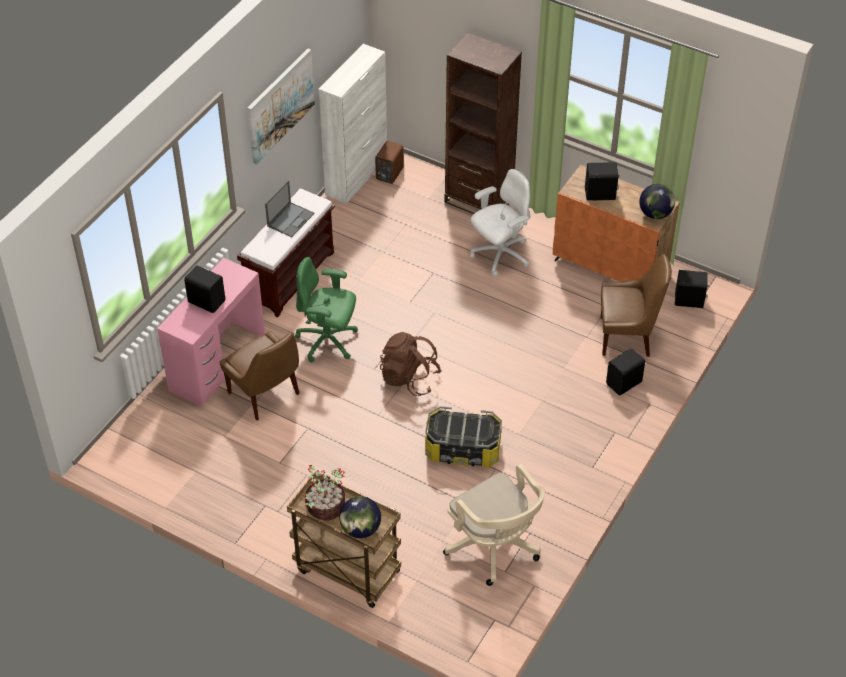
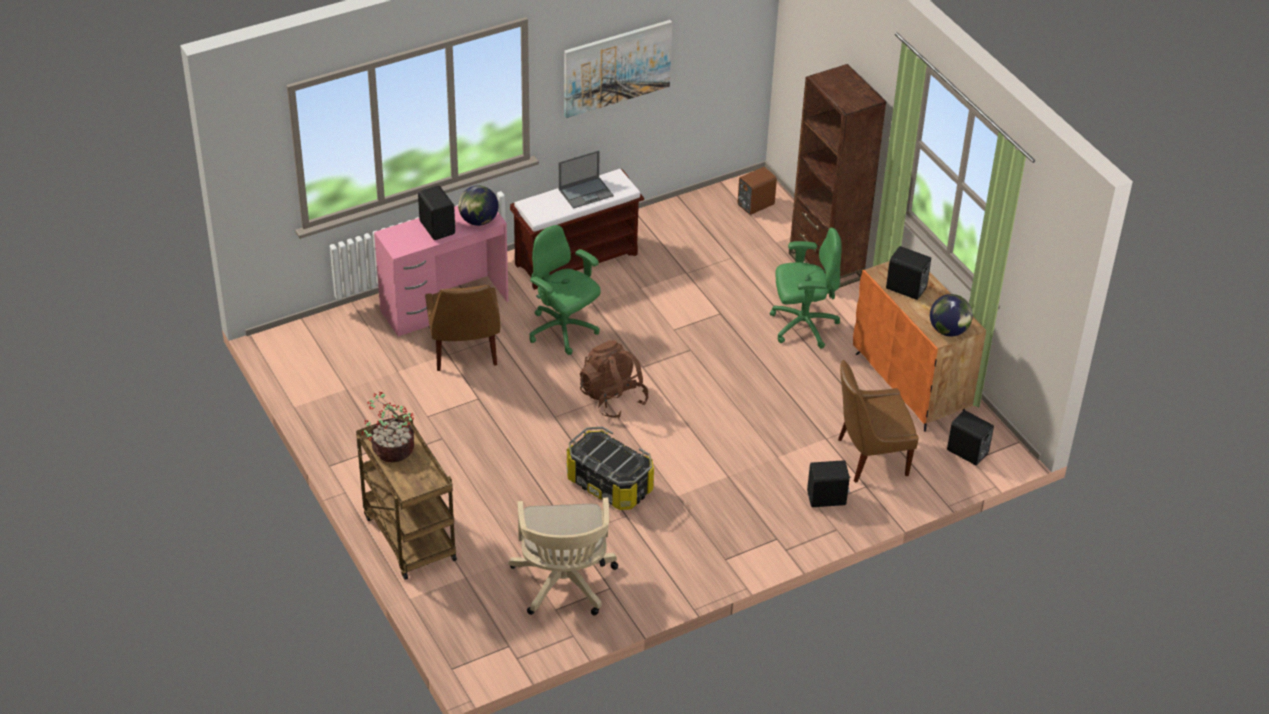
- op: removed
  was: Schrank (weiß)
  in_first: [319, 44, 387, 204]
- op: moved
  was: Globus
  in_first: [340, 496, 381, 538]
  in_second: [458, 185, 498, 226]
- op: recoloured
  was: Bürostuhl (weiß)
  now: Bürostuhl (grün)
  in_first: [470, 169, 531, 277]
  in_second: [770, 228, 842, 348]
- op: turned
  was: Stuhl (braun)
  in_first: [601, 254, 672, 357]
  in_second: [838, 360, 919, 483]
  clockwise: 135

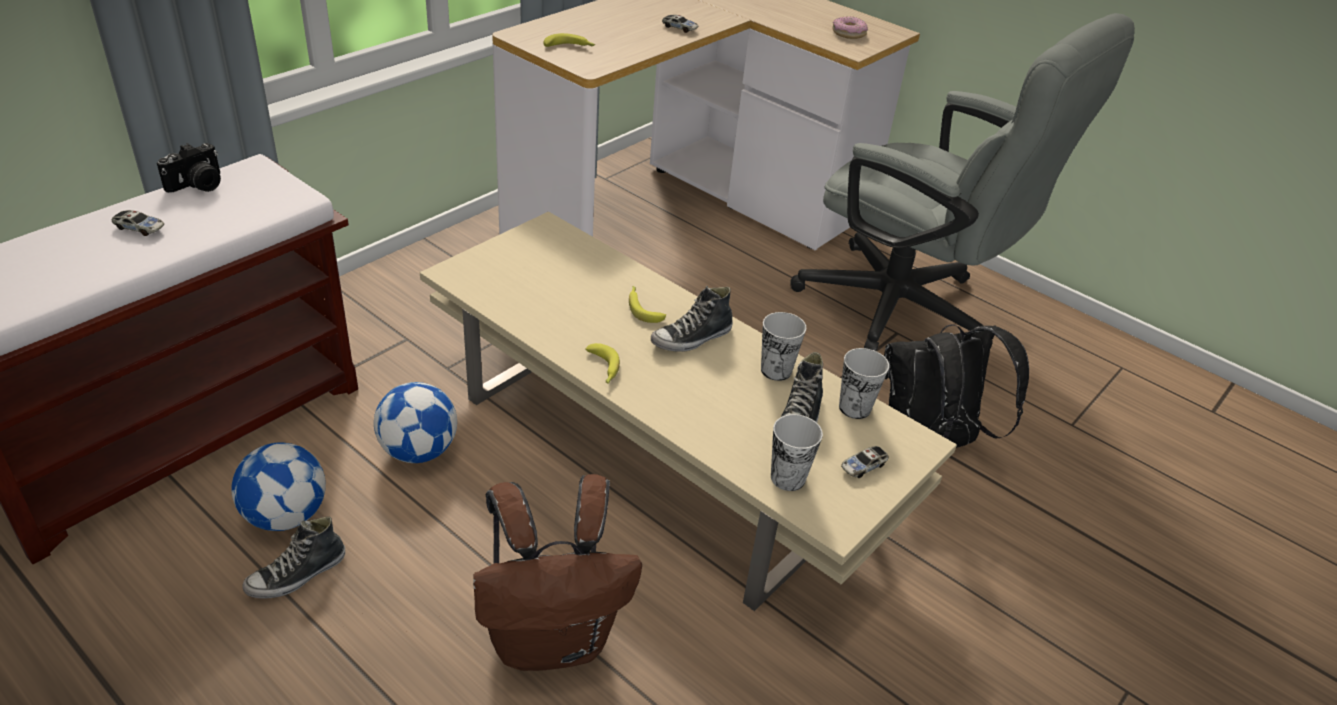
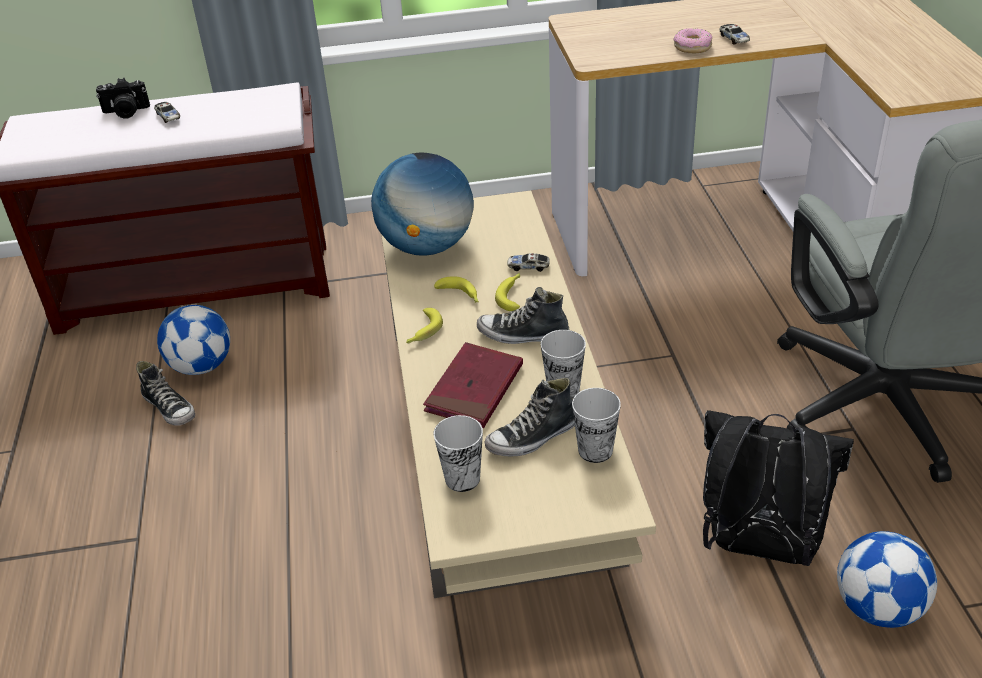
- op: moved
  was: Kamera
  in_first: [157, 143, 221, 193]
  in_second: [96, 78, 150, 118]
- op: turned
  was: Schuh
  in_first: [242, 516, 345, 599]
  in_second: [136, 361, 195, 425]
  clockwise: -135
- op: moved
  was: Fußball
  in_first: [374, 382, 457, 463]
  in_second: [837, 531, 937, 628]
- op: removed
  was: Rucksack (braun)
  in_first: [473, 474, 642, 671]
- op: moved
  was: Banane
  in_first: [543, 33, 595, 47]
  in_second: [434, 276, 479, 303]
- op: moved
  was: Donut
  in_first: [833, 17, 868, 39]
  in_second: [673, 28, 712, 53]
- op: moved
  was: Spielzeugauto
  in_first: [841, 446, 889, 478]
  in_second: [507, 253, 550, 272]
- op: added
  now: Globus
  in_second: [371, 153, 474, 256]
- op: added
  now: Buch (rot)
  in_second: [423, 342, 523, 428]

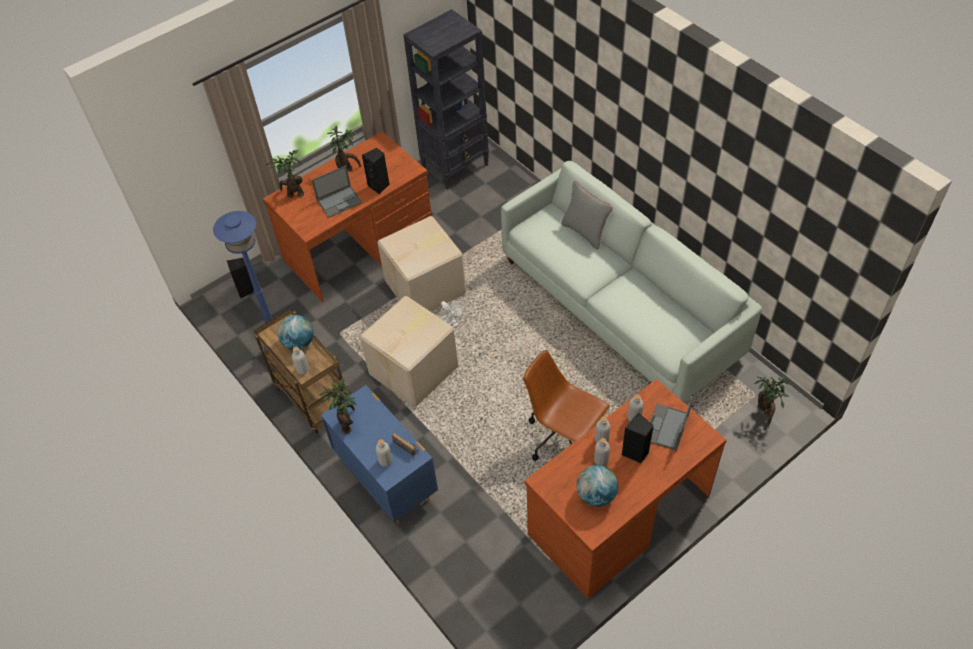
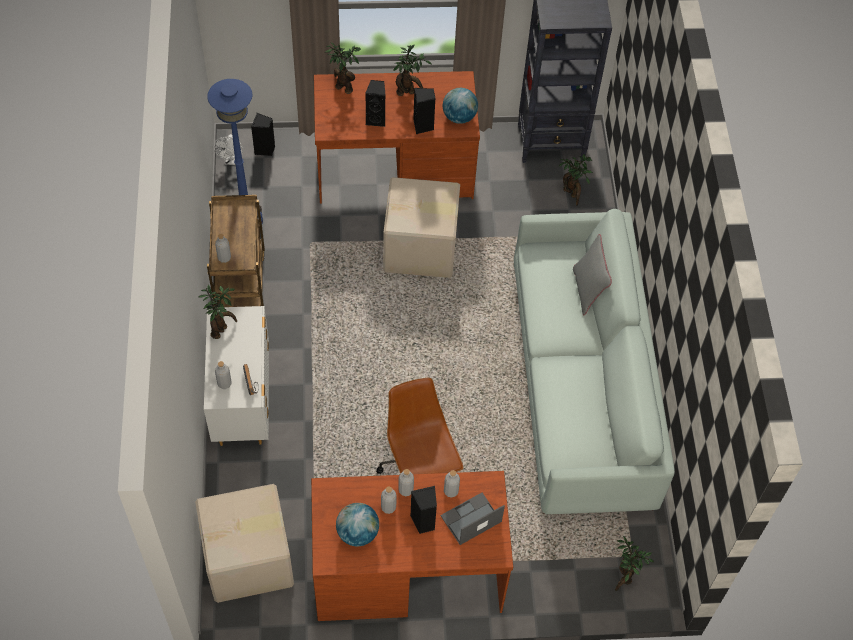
- op: moved
  was: Globus
  in_first: [277, 315, 314, 350]
  in_second: [443, 88, 478, 124]
- op: replaced
  was: Laptop
  now: Lautsprecher (schwarz)
  in_first: [312, 165, 362, 218]
  in_second: [365, 80, 386, 127]
- op: recoloured
  was: Kommode (blau)
  now: Kommode (weiß)
  in_first: [321, 385, 438, 523]
  in_second: [204, 306, 269, 446]
- op: moved
  was: Karton
  in_first: [360, 296, 458, 407]
  in_second: [195, 484, 294, 603]
- op: moved
  was: Ventilator (weiß)
  in_first: [439, 300, 464, 327]
  in_second: [213, 134, 244, 165]
- op: added
  now: Topfpflanze
  in_second: [558, 154, 593, 206]

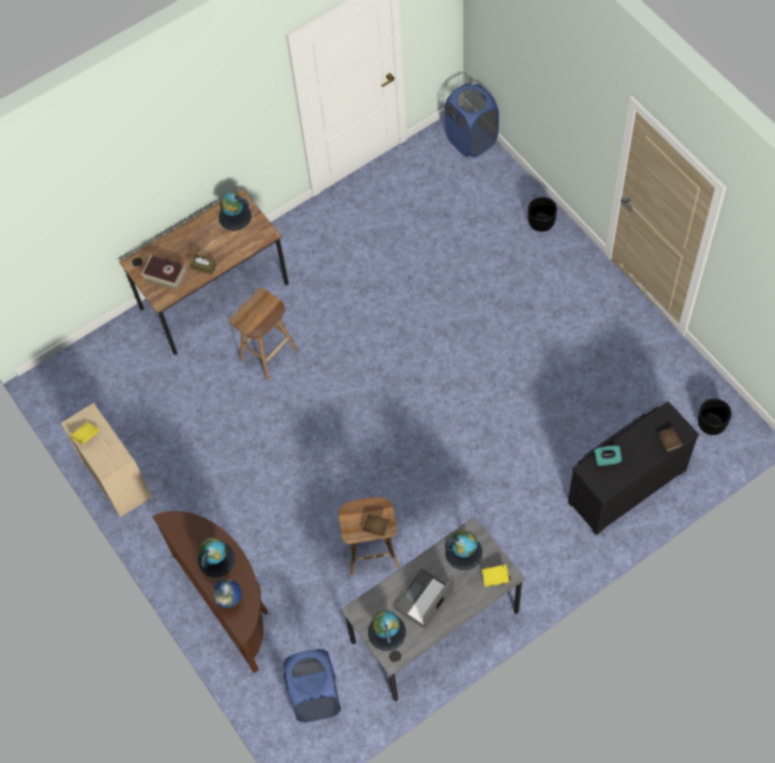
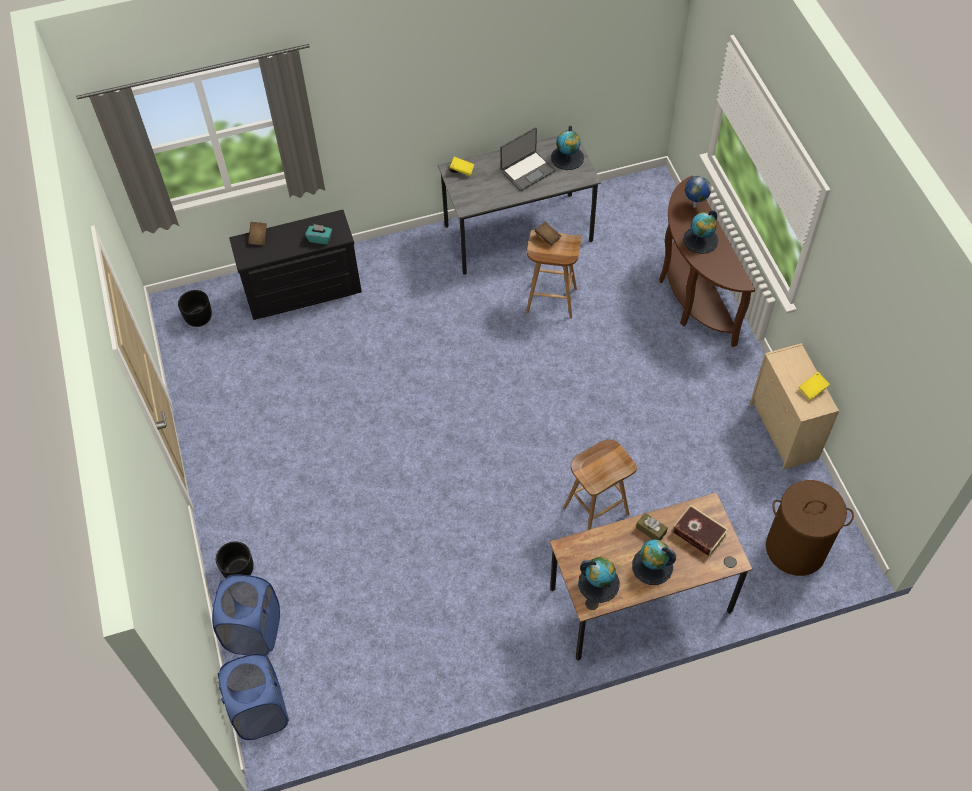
- op: moved
  was: Wäschekorb (blau)
  in_first: [283, 649, 341, 723]
  in_second: [212, 574, 280, 656]
- op: moved
  was: Globus
  in_first: [445, 530, 483, 570]
  in_second: [632, 539, 676, 585]
- op: added
  now: Wäschekorb (braun)
  in_second: [766, 480, 854, 576]

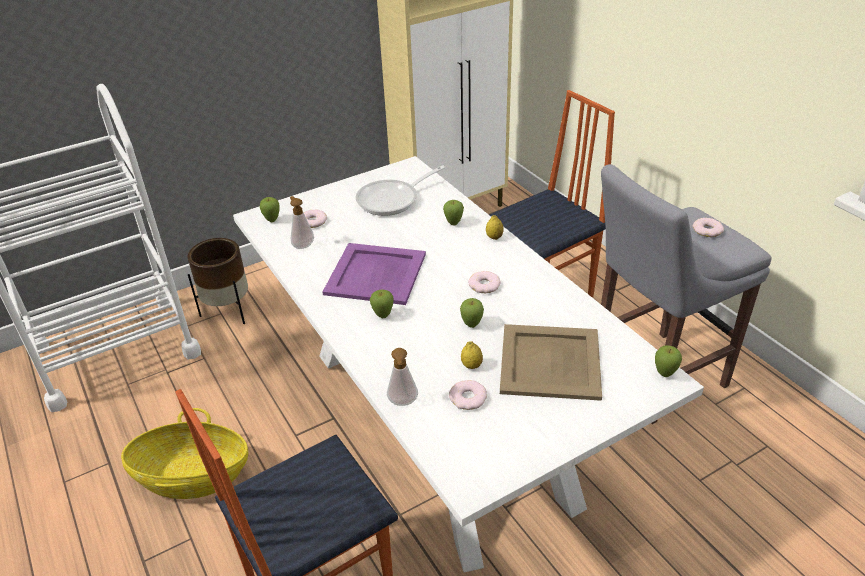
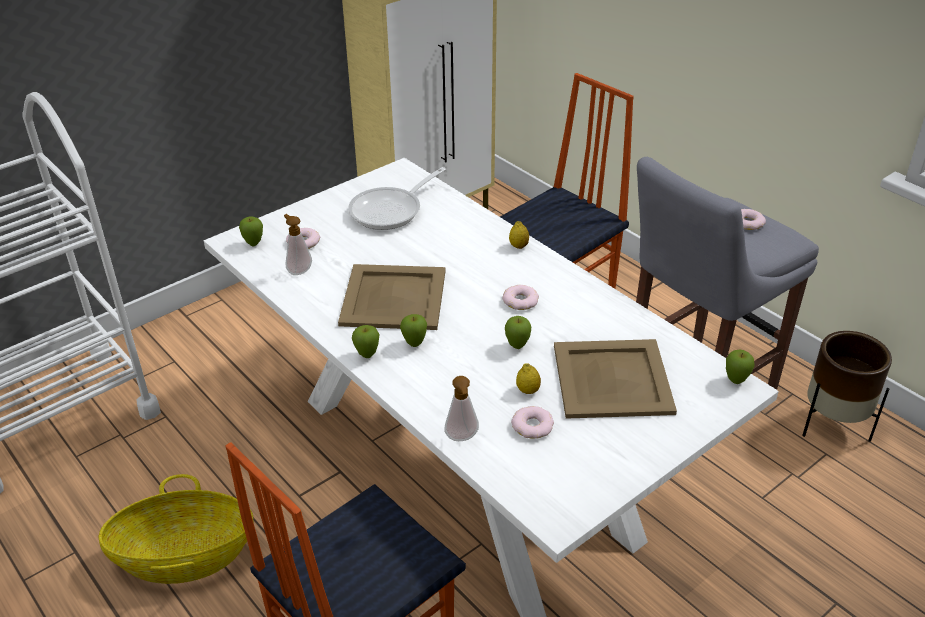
- op: moved
  was: Pflanzkübel (braun)
  in_first: [188, 238, 248, 324]
  in_second: [802, 331, 892, 442]
- op: recoloured
  was: Tablett (lila)
  now: Tablett (beige)
  in_first: [323, 243, 426, 305]
  in_second: [338, 264, 446, 330]
- op: moved
  was: Apfel
  in_first: [443, 200, 464, 225]
  in_second: [352, 325, 380, 358]

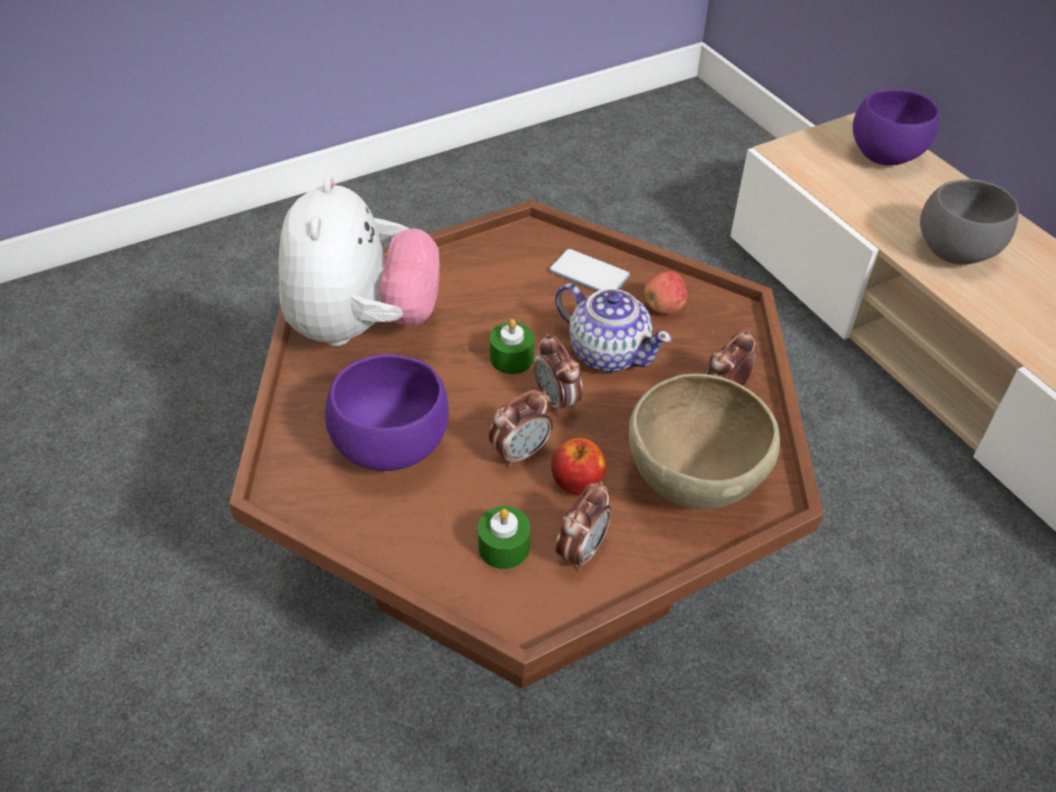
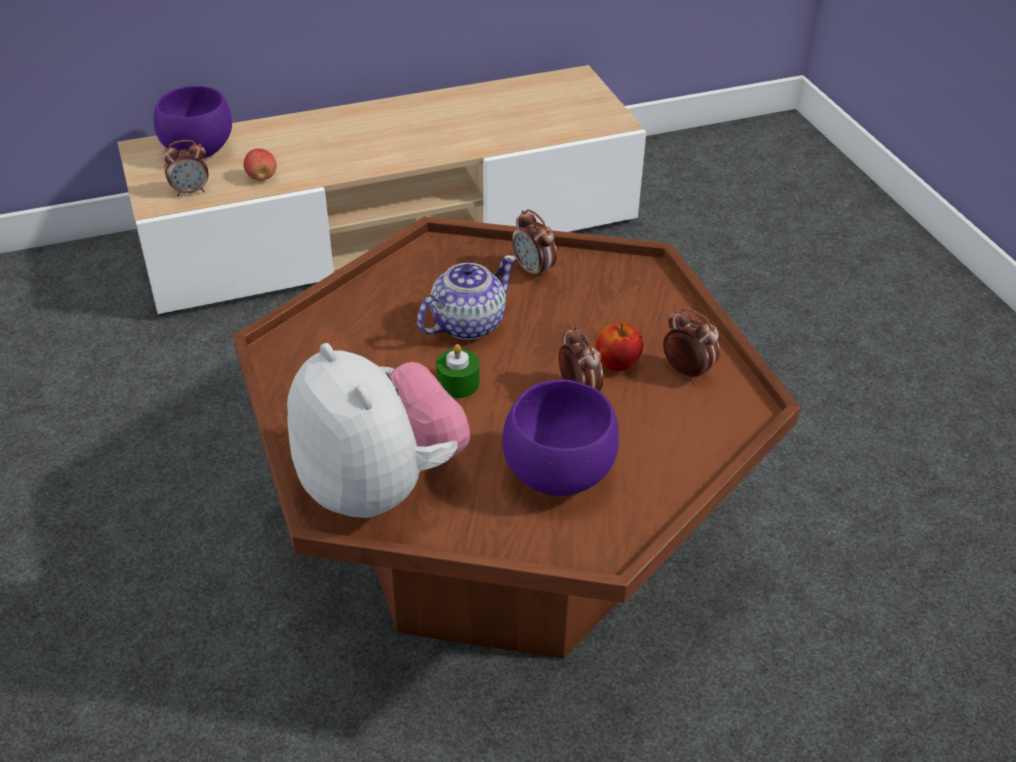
- op: turned
  was: Plüschtier
  in_first: [278, 175, 440, 346]
  in_second: [287, 343, 470, 518]
  clockwise: 45
- op: removed
  was: Kerze (grün)
  in_first: [478, 506, 531, 569]
- op: moved
  was: Wecker
  in_first: [533, 334, 583, 416]
  in_second: [163, 140, 208, 196]
- op: removed
  was: Handy
  in_first: [549, 249, 630, 291]
- op: removed
  was: Schüssel (braun)
  in_first: [629, 374, 780, 509]
- op: moved
  was: Apfel
  in_first: [644, 271, 687, 314]
  in_second: [243, 149, 276, 181]
- op: removed
  was: Schüssel (grau)
  in_first: [920, 179, 1019, 265]

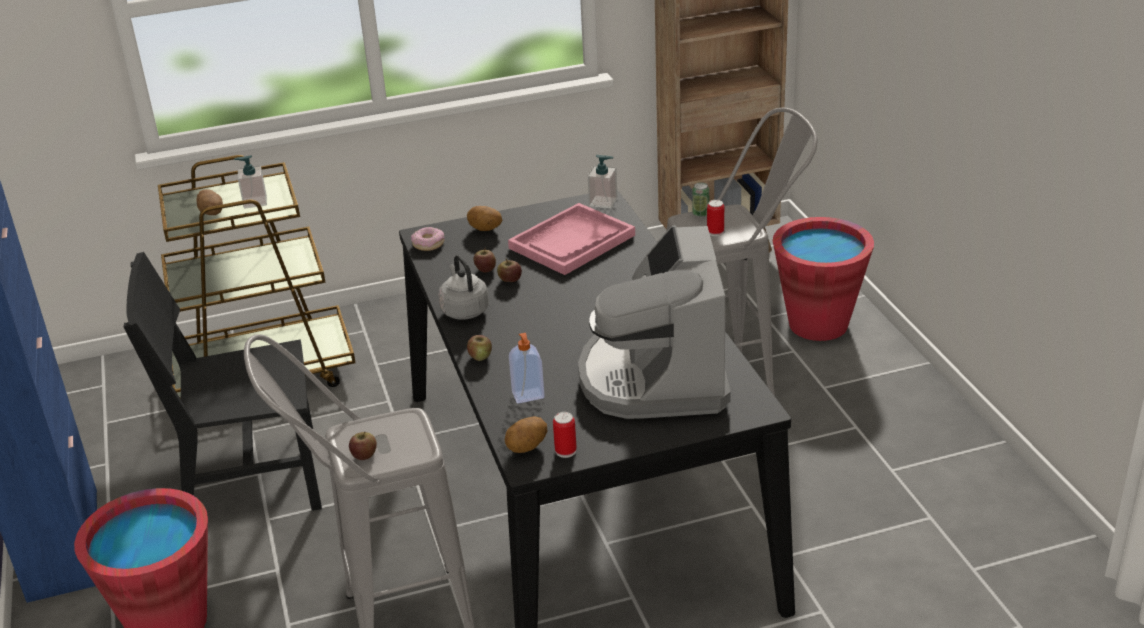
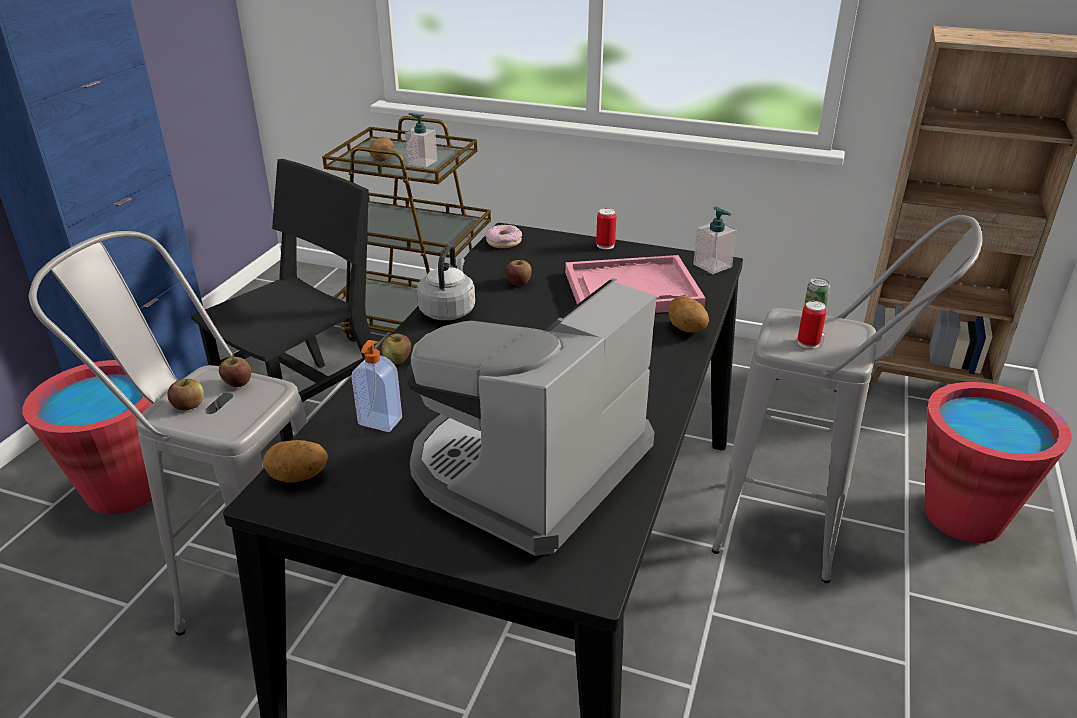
- op: turned
  was: Stuhl (schwarz)
  in_first: [124, 252, 322, 511]
  in_second: [191, 159, 375, 442]
  clockwise: 105
- op: moved
  was: Kartoffel
  in_first: [467, 206, 502, 231]
  in_second: [668, 296, 709, 332]
- op: moved
  was: Apfel
  in_first: [497, 258, 522, 282]
  in_second: [219, 354, 251, 387]
- op: moved
  was: Dose
  in_first: [553, 412, 577, 458]
  in_second: [596, 208, 616, 249]

